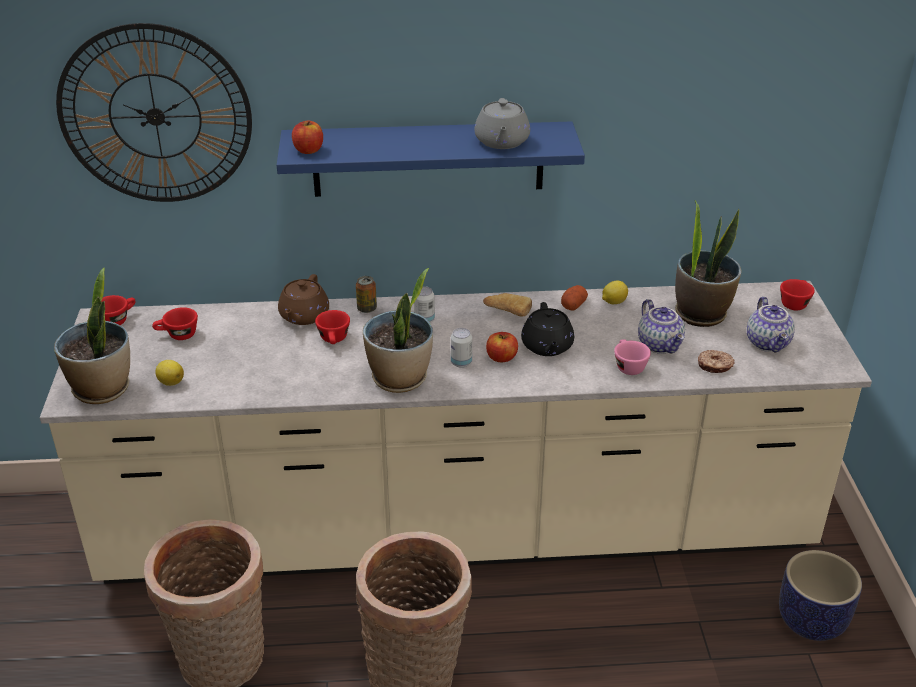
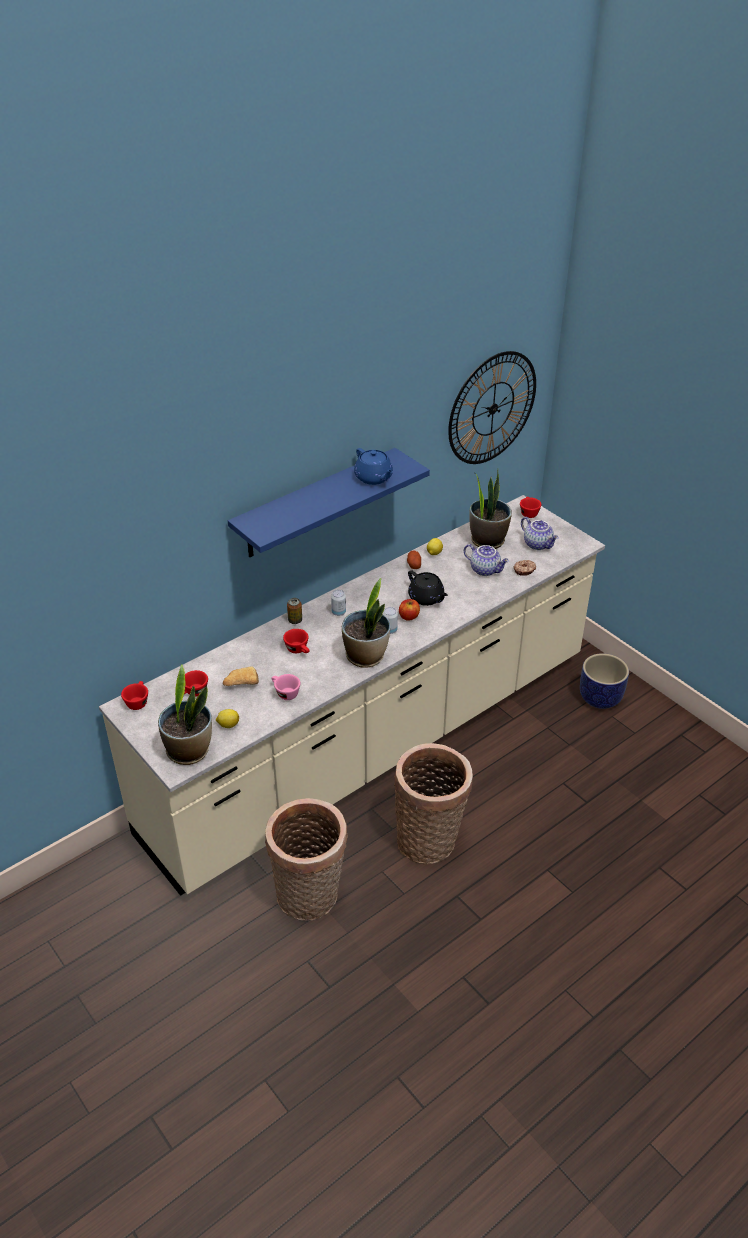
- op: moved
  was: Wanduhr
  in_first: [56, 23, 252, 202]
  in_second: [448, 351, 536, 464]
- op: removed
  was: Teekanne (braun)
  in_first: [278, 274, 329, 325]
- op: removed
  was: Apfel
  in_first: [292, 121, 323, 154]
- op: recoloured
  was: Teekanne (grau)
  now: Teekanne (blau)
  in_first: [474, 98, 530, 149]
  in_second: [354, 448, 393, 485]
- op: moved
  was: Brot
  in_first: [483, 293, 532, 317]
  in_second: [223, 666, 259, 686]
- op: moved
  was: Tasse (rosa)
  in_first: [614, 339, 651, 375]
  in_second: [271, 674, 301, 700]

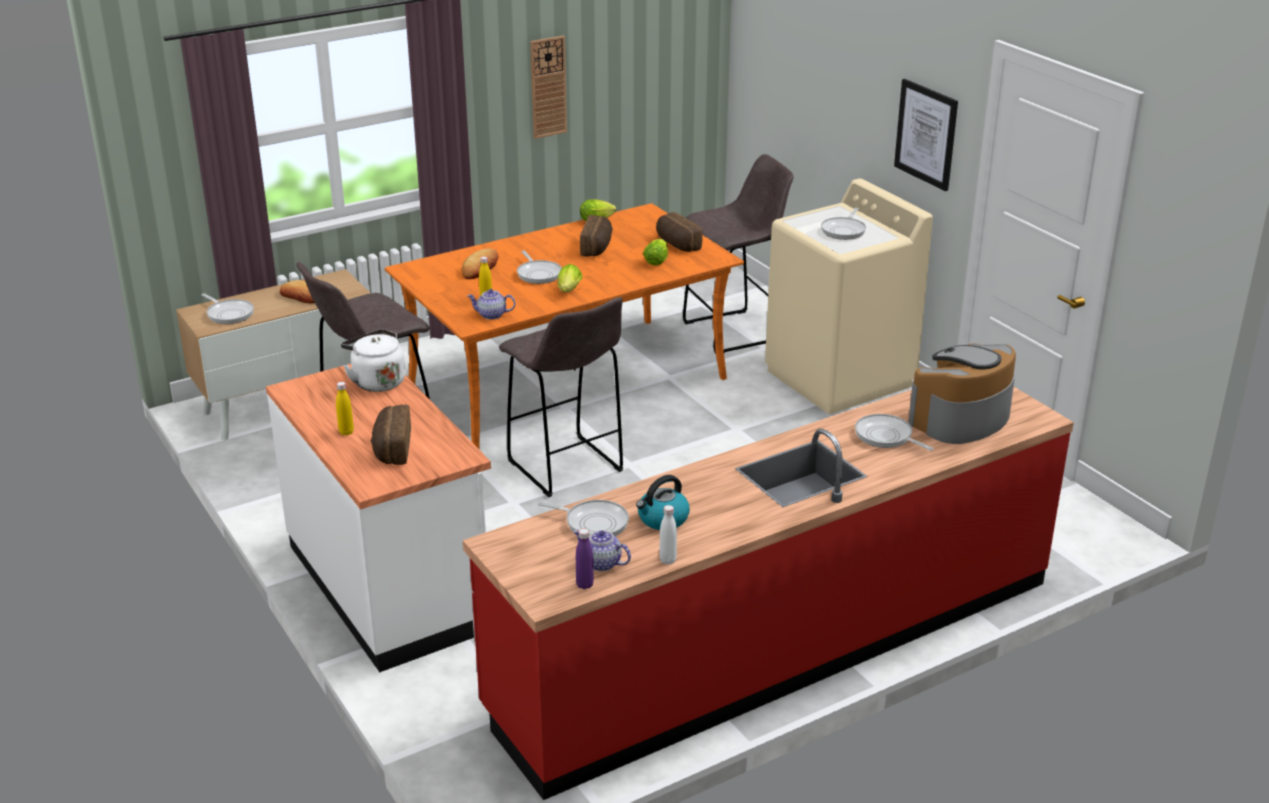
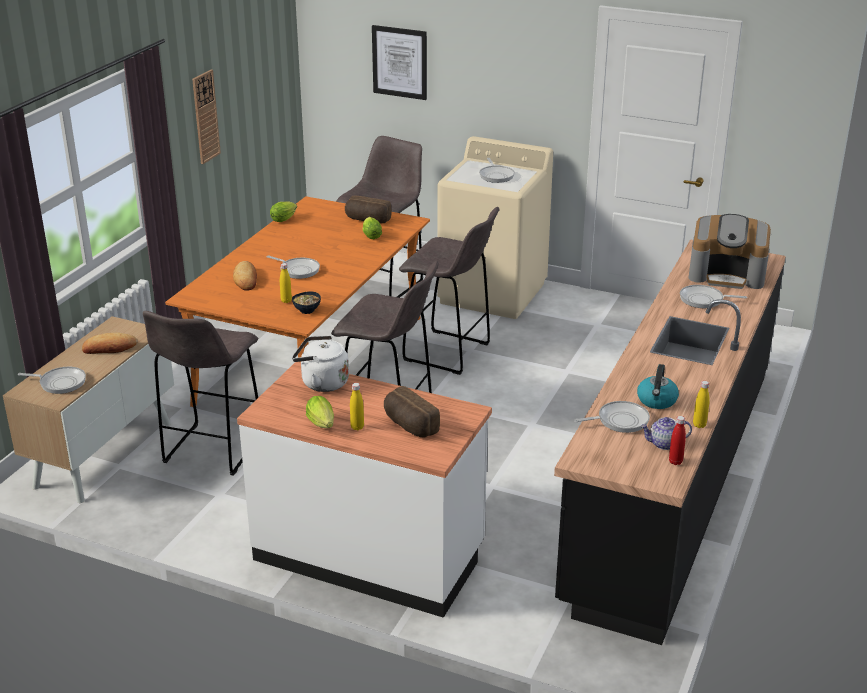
- op: recoloured
  was: Küchenzeile (rot)
  now: Küchenzeile (schwarz)
  in_first: [463, 387, 1074, 800]
  in_second: [554, 239, 786, 645]
- op: replaced
  was: Teekanne
  now: Schüssel
  in_first: [467, 289, 515, 320]
  in_second: [292, 292, 321, 314]
- op: moved
  was: Salatkopf
  in_first: [558, 264, 582, 292]
  in_second: [306, 396, 334, 428]
- op: recoloured
  was: Flasche (lila)
  now: Flasche (rot)
  in_first: [576, 529, 594, 589]
  in_second: [669, 416, 686, 465]
- op: removed
  was: Brot
  in_first: [580, 215, 613, 256]
- op: recoloured
  was: Flasche (weiß)
  now: Flasche (gelb)
  in_first: [659, 505, 677, 565]
  in_second: [693, 381, 710, 428]
- op: moved
  was: Bild
  in_first: [894, 79, 958, 191]
  in_second: [372, 25, 427, 100]
- op: turned
  was: Kaffeemaschine
  in_first: [908, 343, 1016, 444]
  in_second: [689, 214, 771, 289]
  clockwise: -90
- op: added
  now: Hocker (grau)
  in_second: [399, 207, 499, 375]

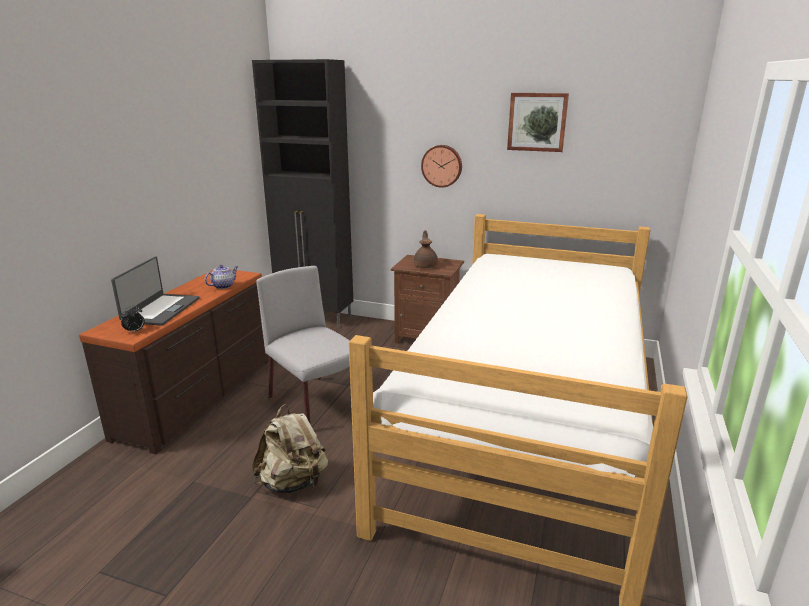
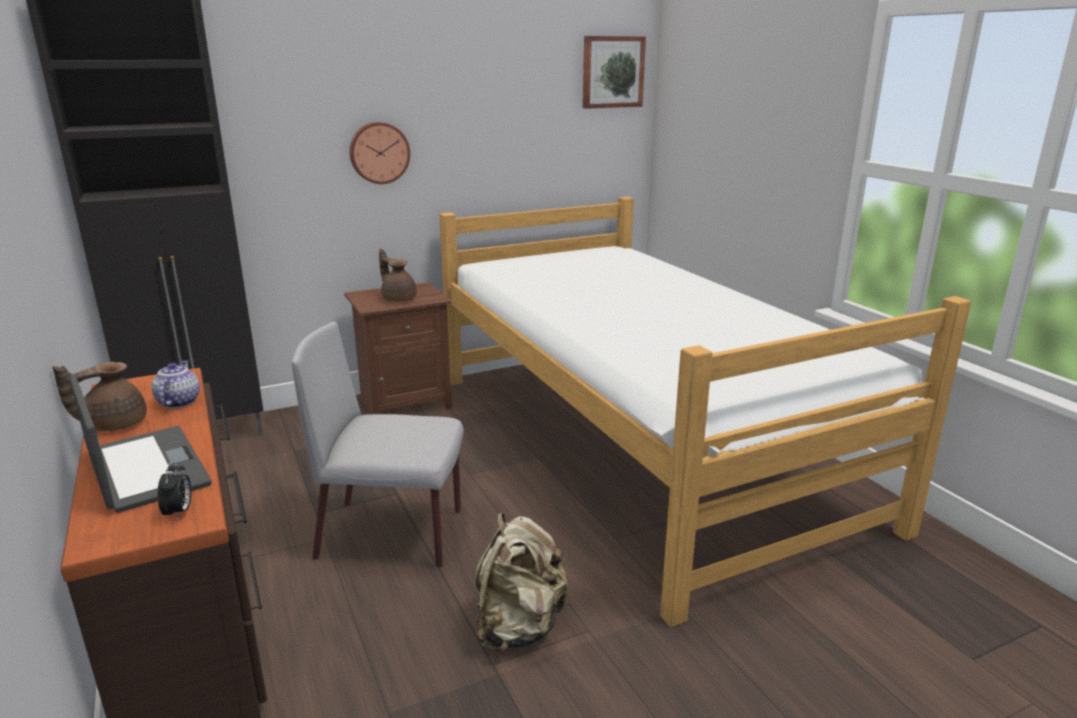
- op: moved
  was: Bild
  in_first: [507, 93, 569, 152]
  in_second: [583, 36, 646, 109]
- op: added
  now: Teekanne (braun)
  in_second: [53, 362, 147, 431]

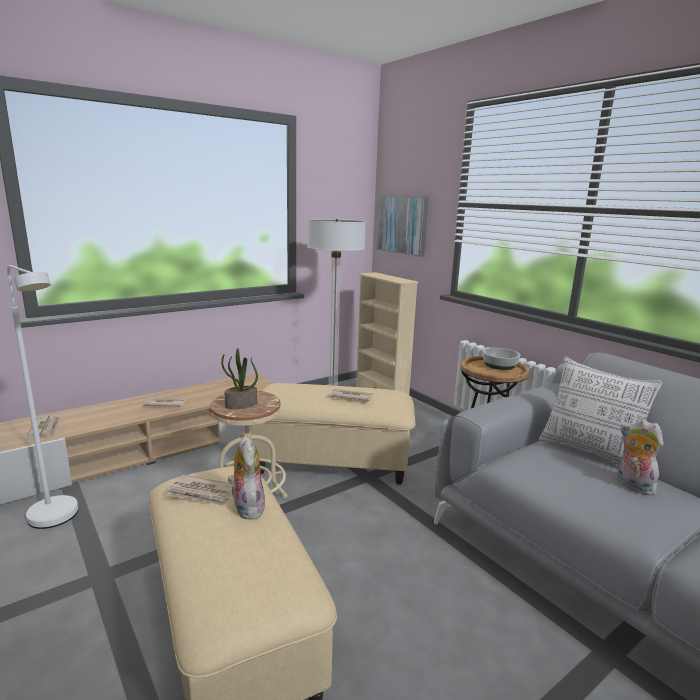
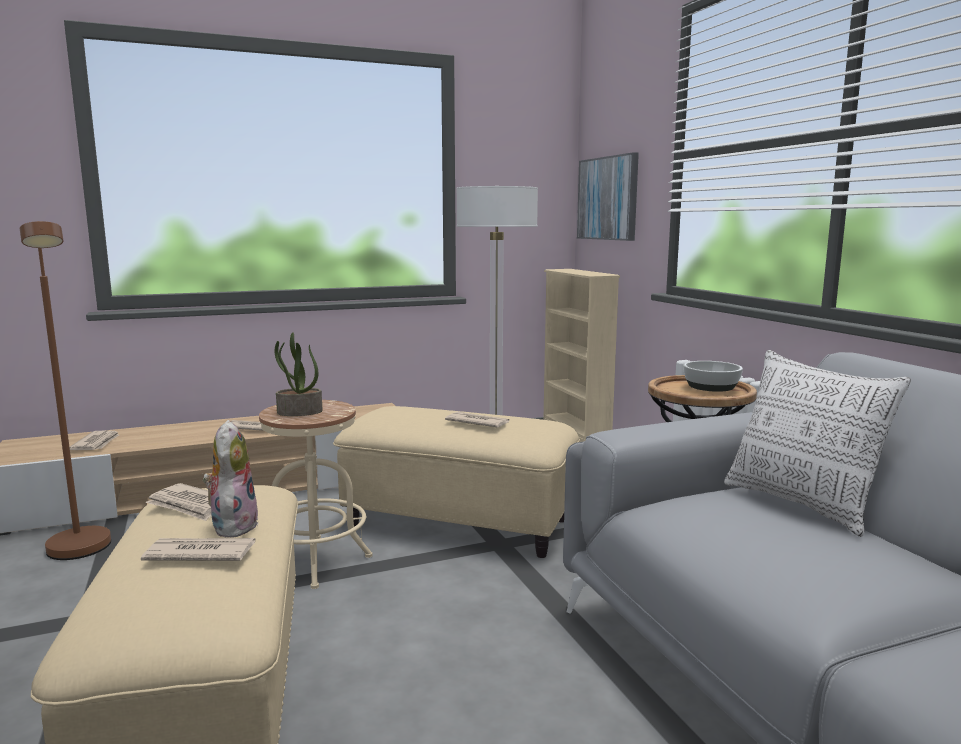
- op: recoloured
  was: Stehlampe (weiß)
  now: Stehlampe (braun)
  in_first: [7, 265, 78, 529]
  in_second: [20, 221, 111, 560]
- op: removed
  was: Plüschtier
  in_first: [617, 419, 664, 495]
- op: added
  now: Zeitung
  in_second: [141, 538, 256, 561]

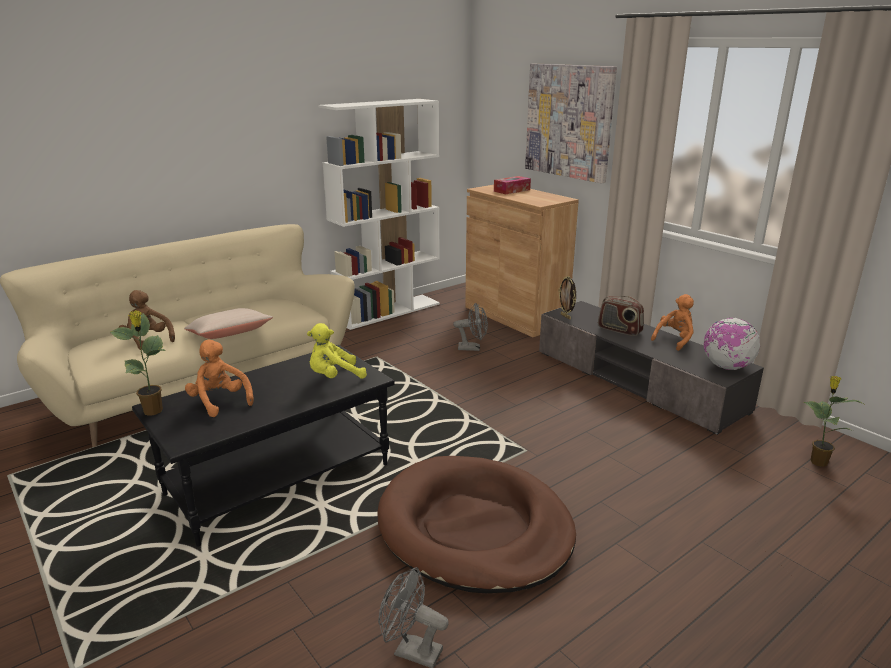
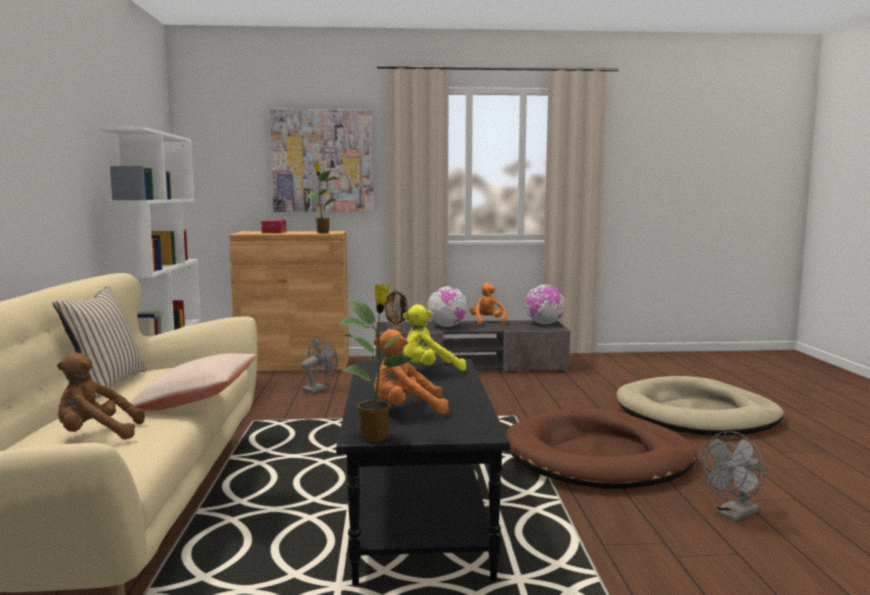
- op: turned
  was: Plüschtier (gelb)
  in_first: [307, 323, 367, 379]
  in_second: [403, 304, 466, 371]
  clockwise: 60
- op: replaced
  was: Radio
  now: Globus
  in_first: [598, 296, 644, 336]
  in_second: [427, 286, 468, 327]
- op: moved
  was: Topfpflanze
  in_first: [804, 376, 866, 467]
  in_second: [303, 163, 338, 233]
- op: added
  now: Kissen (beige)
  in_second: [53, 286, 147, 398]
- op: added
  now: Hundebett (beige)
  in_second: [617, 376, 784, 436]

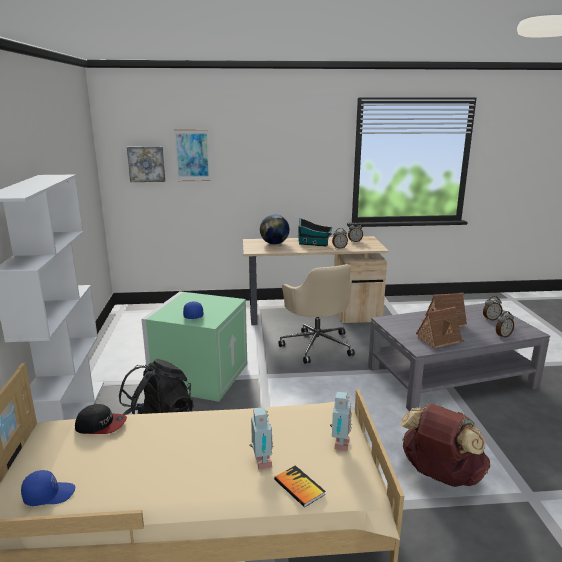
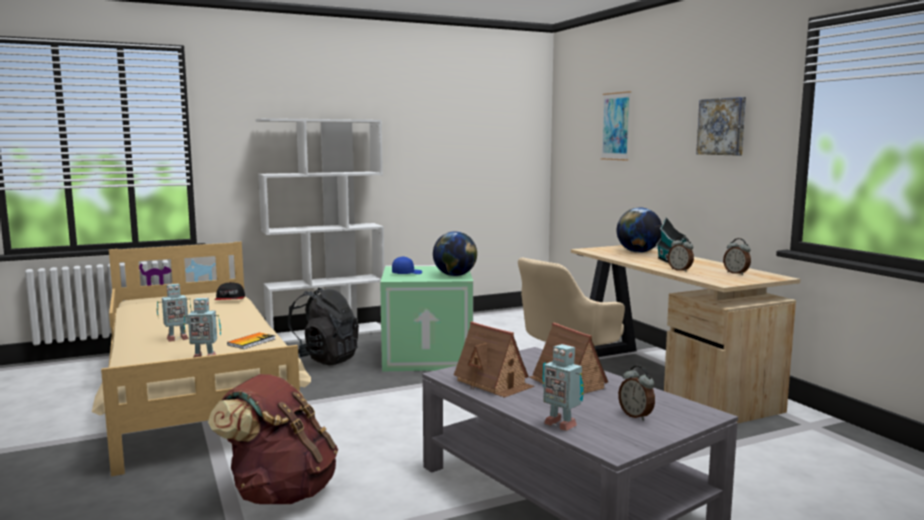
- op: removed
  was: Kappe (blau)
  in_first: [21, 470, 75, 506]
- op: moved
  was: Bild
  in_first: [127, 146, 165, 182]
  in_second: [696, 97, 746, 155]
- op: moved
  was: Buch
  in_first: [274, 466, 325, 507]
  in_second: [227, 332, 275, 349]
- op: replaced
  was: Wecker
  now: Spielzeugroboter
  in_first: [496, 311, 514, 338]
  in_second: [543, 344, 584, 431]
- op: added
  now: Globus
  in_second: [433, 231, 477, 276]

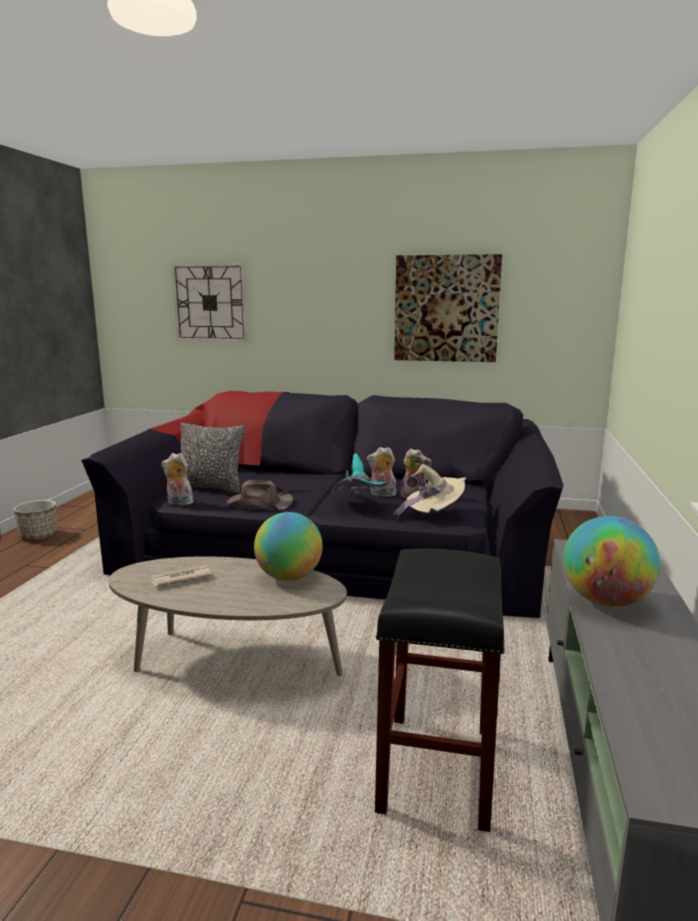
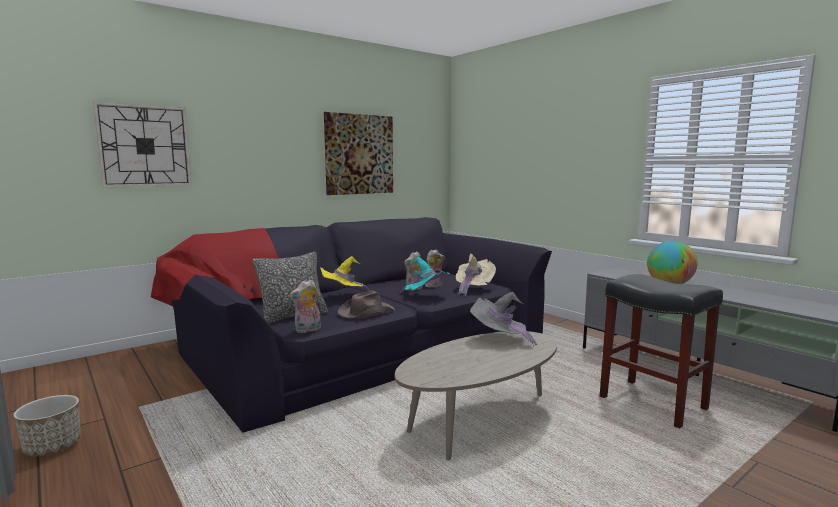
- op: removed
  was: Zeitung
  in_first: [150, 565, 212, 587]
- op: replaced
  was: Globus
  now: Hut (grau)
  in_first: [254, 512, 323, 581]
  in_second: [470, 292, 537, 348]
- op: added
  now: Hut (gelb)
  in_second: [320, 256, 372, 291]

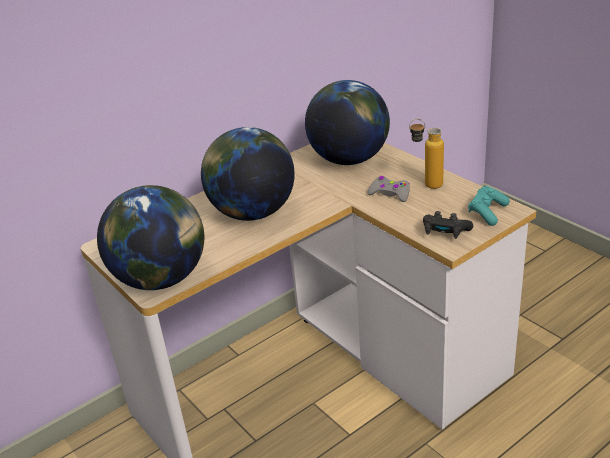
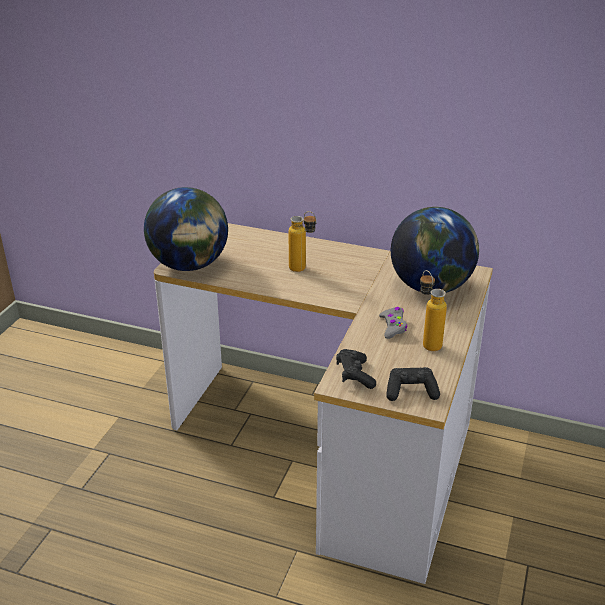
- op: replaced
  was: Globus
  now: Flasche
  in_first: [201, 127, 295, 221]
  in_second: [288, 211, 317, 272]
- op: recoloured
  was: Gamepad (türkis)
  now: Gamepad (schwarz)
  in_first: [468, 186, 510, 226]
  in_second: [386, 367, 440, 401]

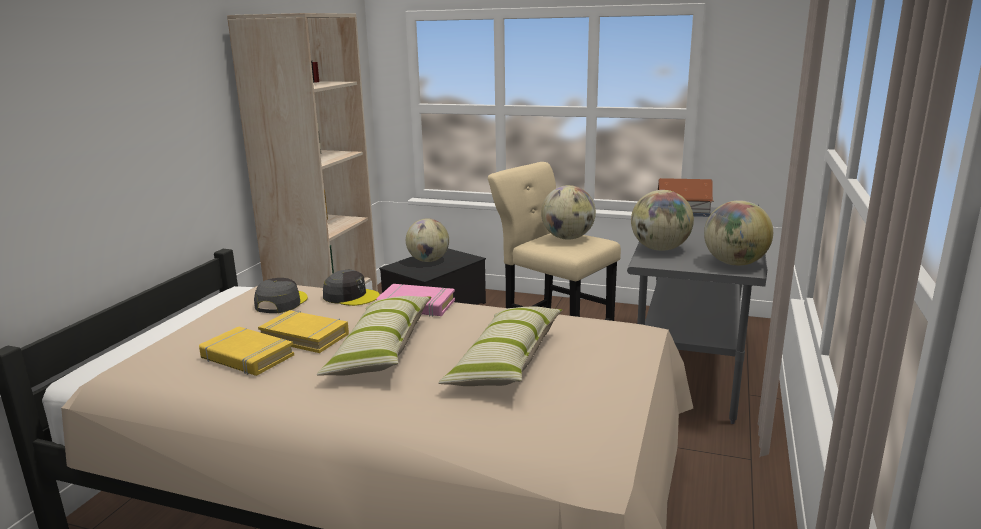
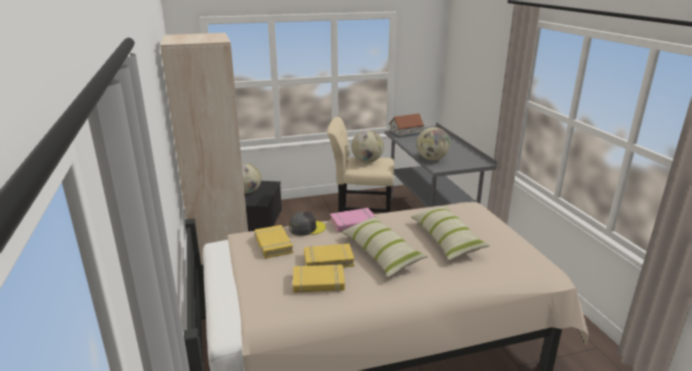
- op: replaced
  was: Kappe (grau)
  now: Buch (gelb)
  in_first: [254, 278, 308, 313]
  in_second: [254, 225, 293, 258]
- op: removed
  was: Globus
  in_first: [704, 200, 773, 266]

